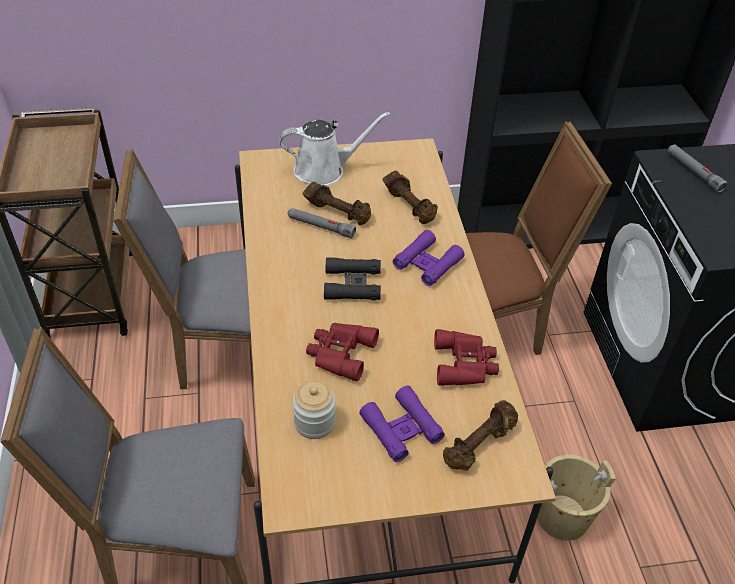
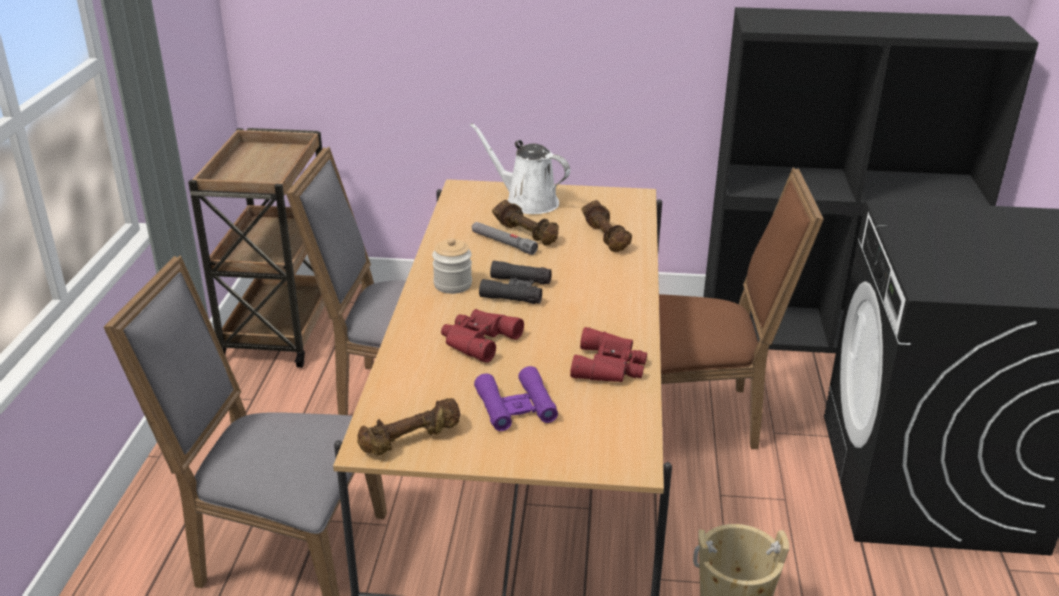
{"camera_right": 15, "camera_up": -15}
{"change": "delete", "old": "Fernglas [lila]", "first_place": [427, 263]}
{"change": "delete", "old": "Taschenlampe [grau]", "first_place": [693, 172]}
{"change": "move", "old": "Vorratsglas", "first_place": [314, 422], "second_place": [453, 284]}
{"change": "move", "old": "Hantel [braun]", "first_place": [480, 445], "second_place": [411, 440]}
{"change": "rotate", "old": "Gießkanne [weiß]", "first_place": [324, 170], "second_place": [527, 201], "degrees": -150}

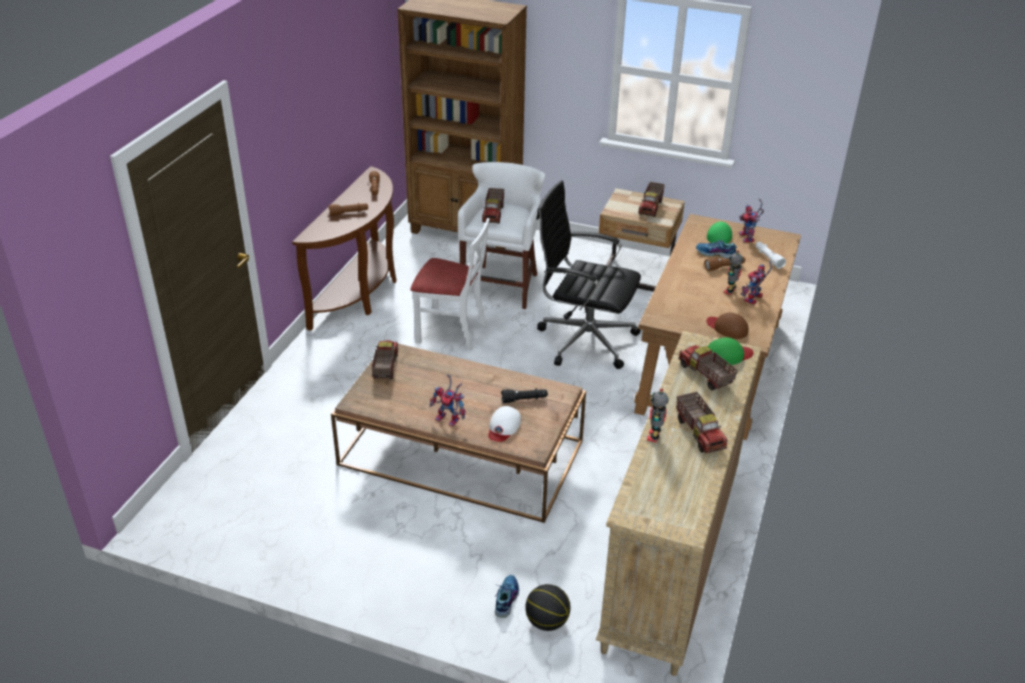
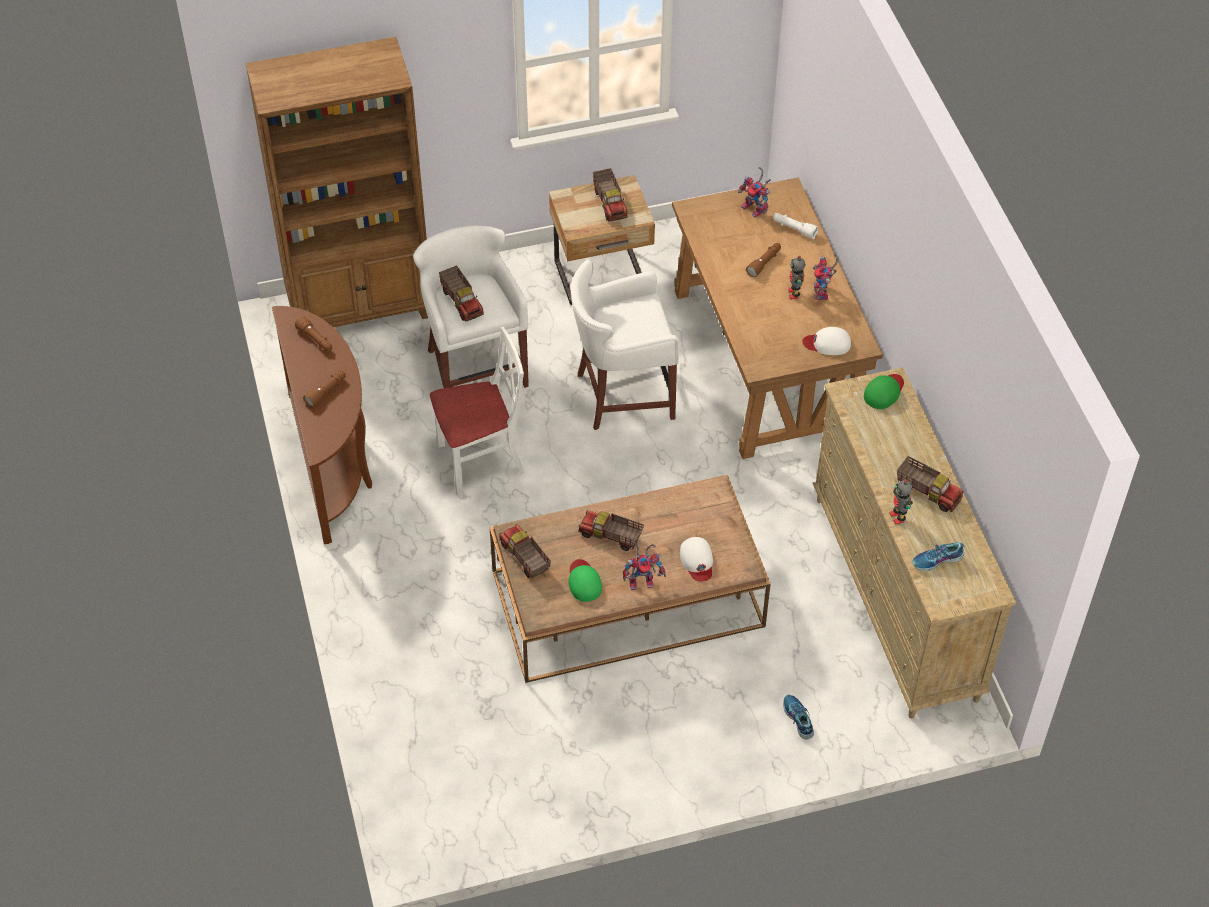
{"camera_right": -35, "camera_up": 15}
{"change": "delete", "old": "Taschenlampe [schwarz]", "first_place": [524, 399]}
{"change": "delete", "old": "Basketball", "first_place": [547, 621]}
{"change": "move", "old": "Spielzeuglaster", "first_place": [705, 375], "second_place": [610, 536]}
{"change": "move", "old": "Schuh", "first_place": [715, 254], "second_place": [937, 560]}
{"change": "move", "old": "Kappe [grün]", "first_place": [720, 235], "second_place": [584, 582]}
{"change": "replace", "old": "Bürostuhl [schwarz]", "new": "Hocker [weiß]", "first_place": [584, 339], "second_place": [622, 394]}
{"change": "recolor", "old": "Kappe [braun]", "new": "Kappe [weiß]", "first_place": [727, 328], "second_place": [827, 343]}

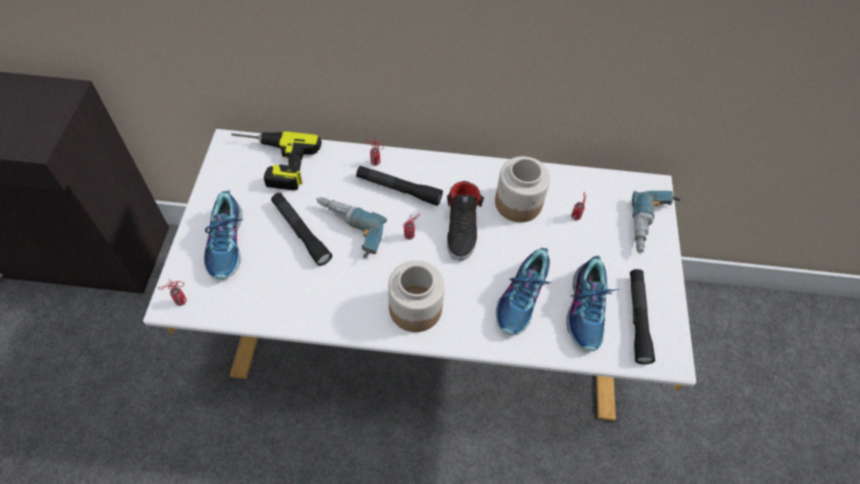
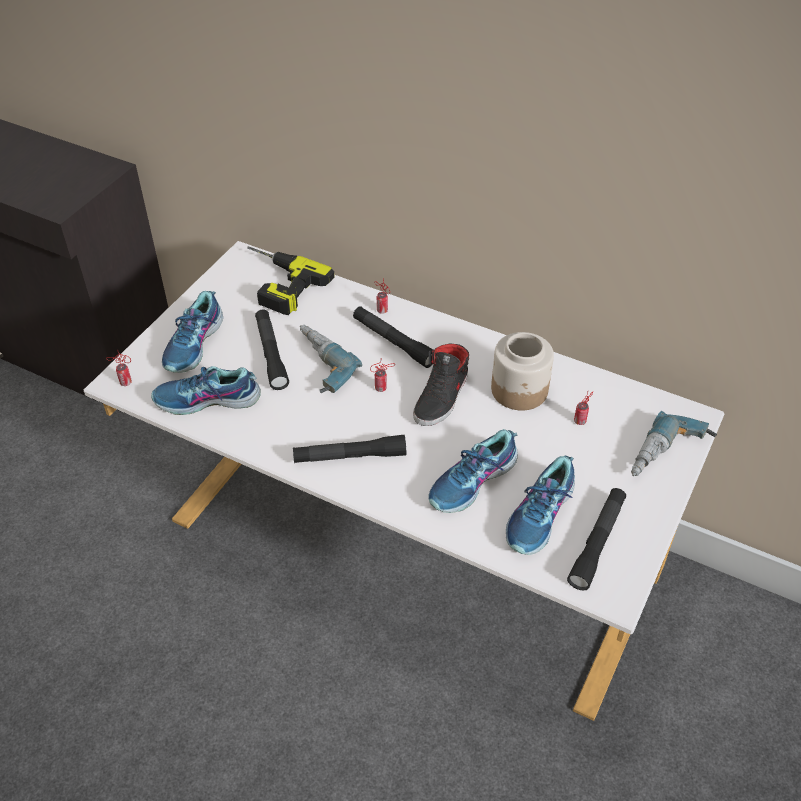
{"camera_right": 25, "camera_up": -10}
{"change": "insert", "new": "Schuh", "second_place": [207, 401]}
{"change": "replace", "old": "Vorratsglas", "new": "Taschenlampe [schwarz]", "first_place": [414, 308], "second_place": [350, 456]}

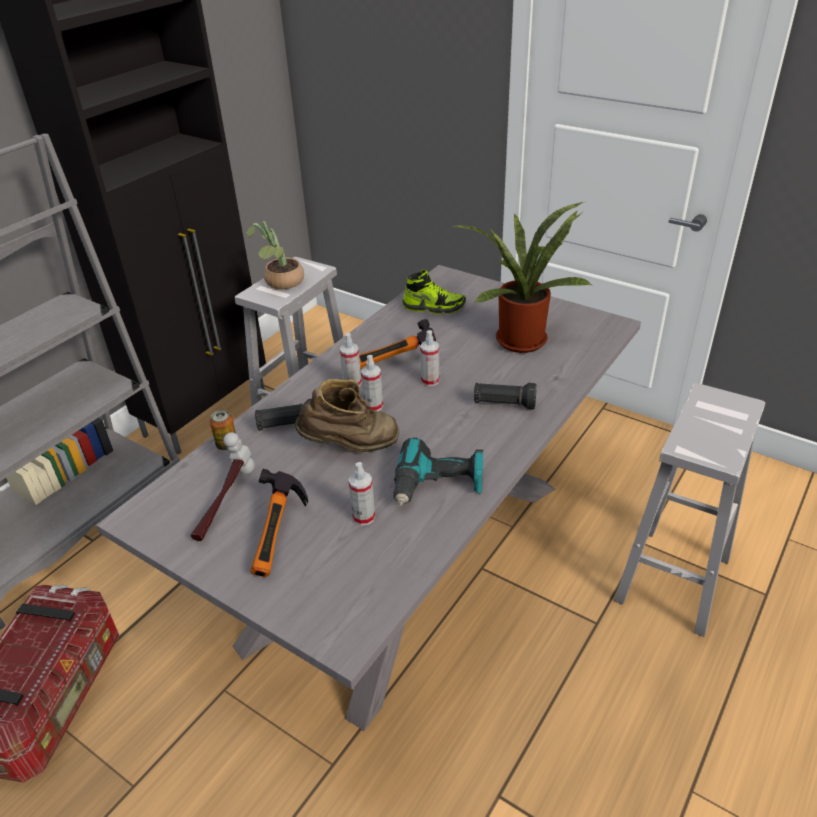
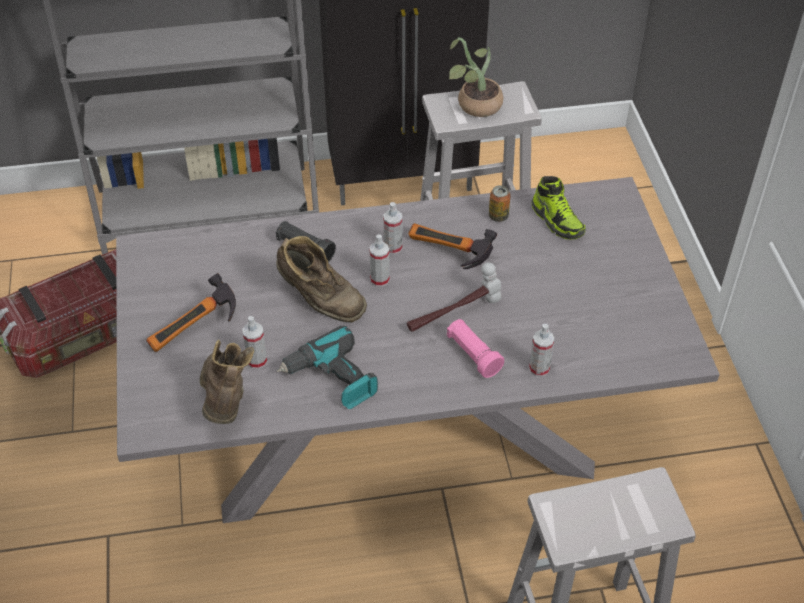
{"camera_right": 45, "camera_up": 10}
{"change": "delete", "old": "Topfpflanze", "first_place": [521, 337]}
{"change": "insert", "new": "Stiefel [braun]", "second_place": [226, 402]}
{"change": "move", "old": "Hammer", "first_place": [224, 502], "second_place": [454, 313]}
{"change": "move", "old": "Dose", "first_place": [227, 445], "second_place": [498, 216]}
{"change": "move", "old": "Sprühflasche", "first_place": [430, 381], "second_place": [539, 368]}
{"change": "recolor", "old": "Taschenlampe [schwarz]", "new": "Taschenlampe [rosa]", "first_place": [504, 404], "second_place": [473, 355]}

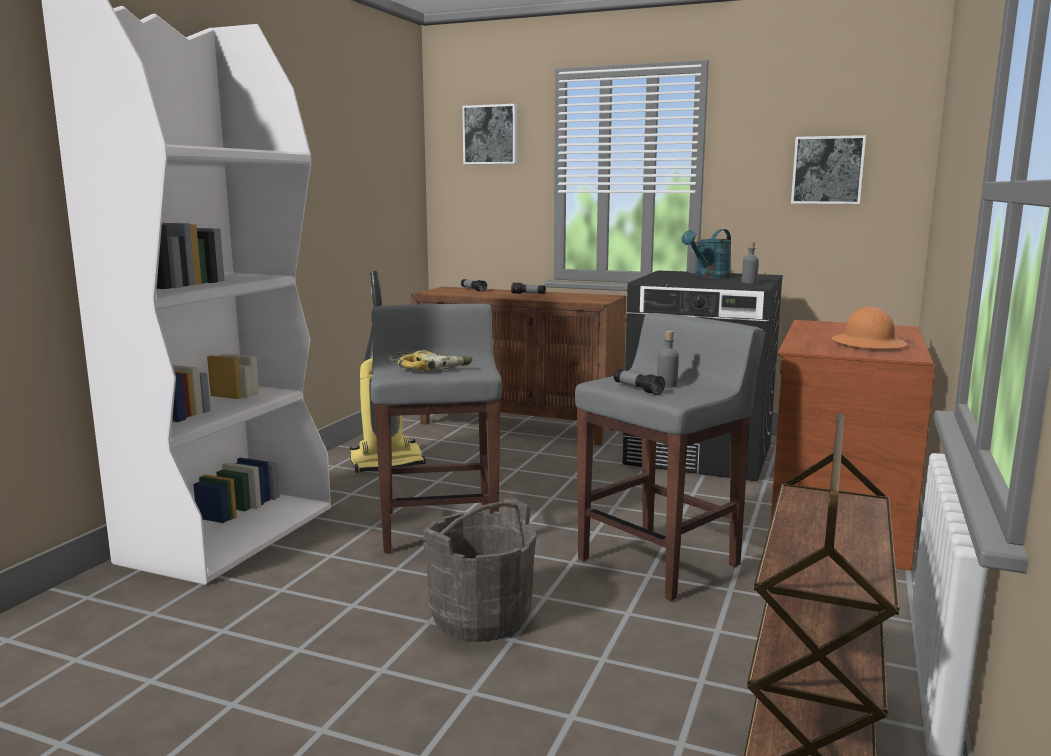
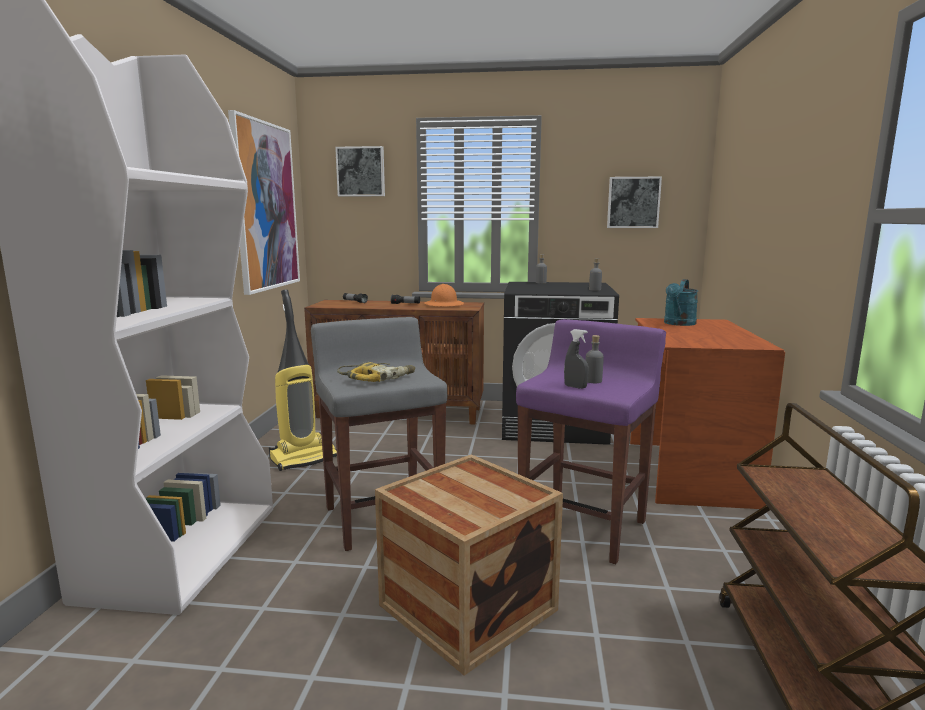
{"camera_right": -15, "camera_up": 0}
{"change": "insert", "new": "Bild", "second_place": [265, 206]}
{"change": "move", "old": "Gießkanne [türkis]", "first_place": [709, 277], "second_place": [678, 324]}
{"change": "move", "old": "Schutzhelm [orange]", "first_place": [868, 344], "second_place": [444, 305]}
{"change": "replace", "old": "Eimer [grau]", "new": "Kiste", "first_place": [480, 617], "second_place": [467, 607]}
{"change": "replace", "old": "Taschenlampe", "new": "Sprühflasche [grau]", "first_place": [637, 389], "second_place": [575, 387]}
{"change": "recolor", "old": "Hocker [grau]", "new": "Hocker [lila]", "first_place": [660, 561], "second_place": [584, 527]}

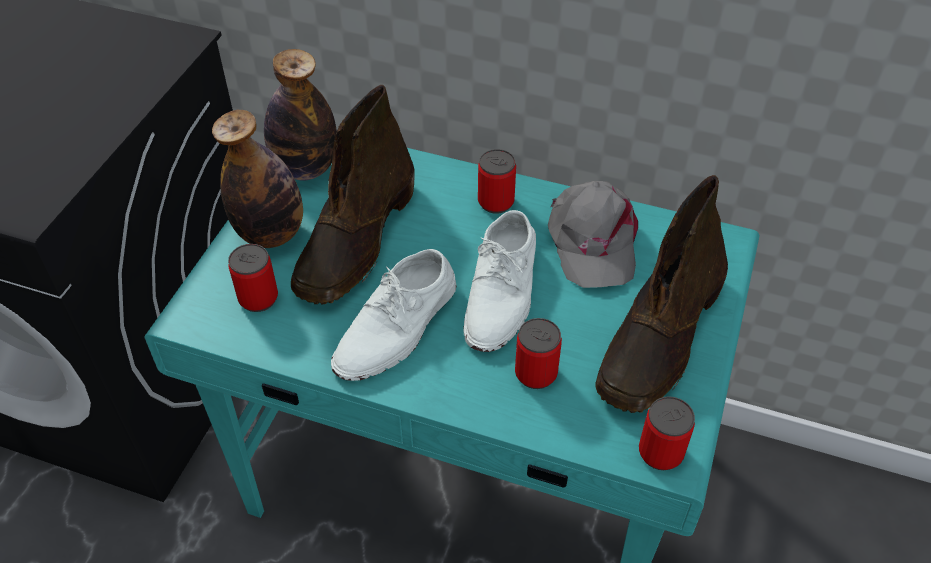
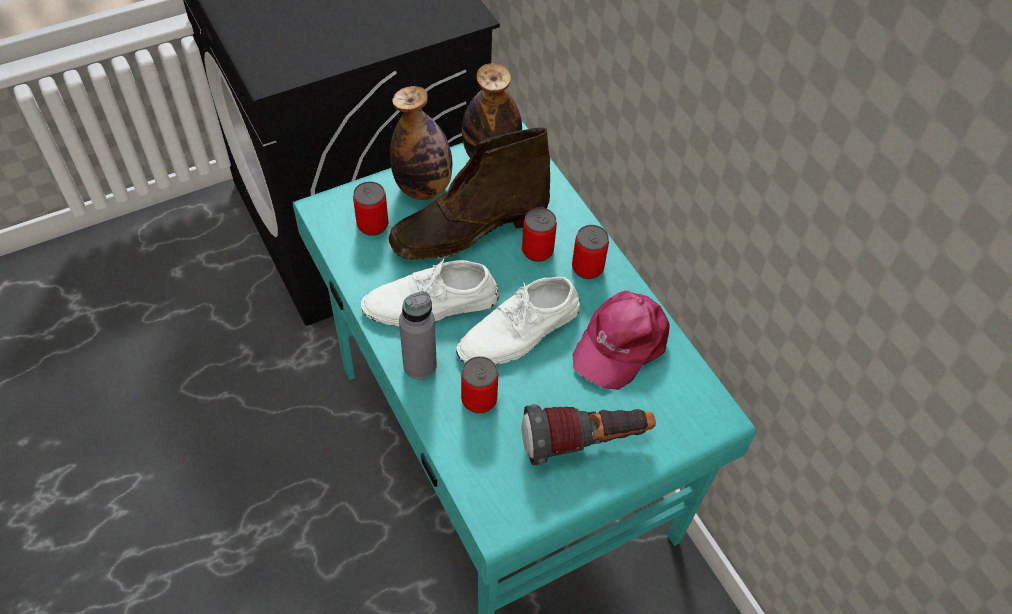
{"camera_right": 40, "camera_up": 5}
{"change": "insert", "new": "Flasche [grau]", "second_place": [420, 365]}
{"change": "move", "old": "Dose", "first_place": [660, 452], "second_place": [537, 250]}
{"change": "replace", "old": "Stiefel [braun]", "new": "Taschenlampe", "first_place": [659, 338], "second_place": [585, 442]}
{"change": "recolor", "old": "Kappe [grau]", "new": "Kappe [rosa]", "first_place": [592, 241], "second_place": [621, 343]}

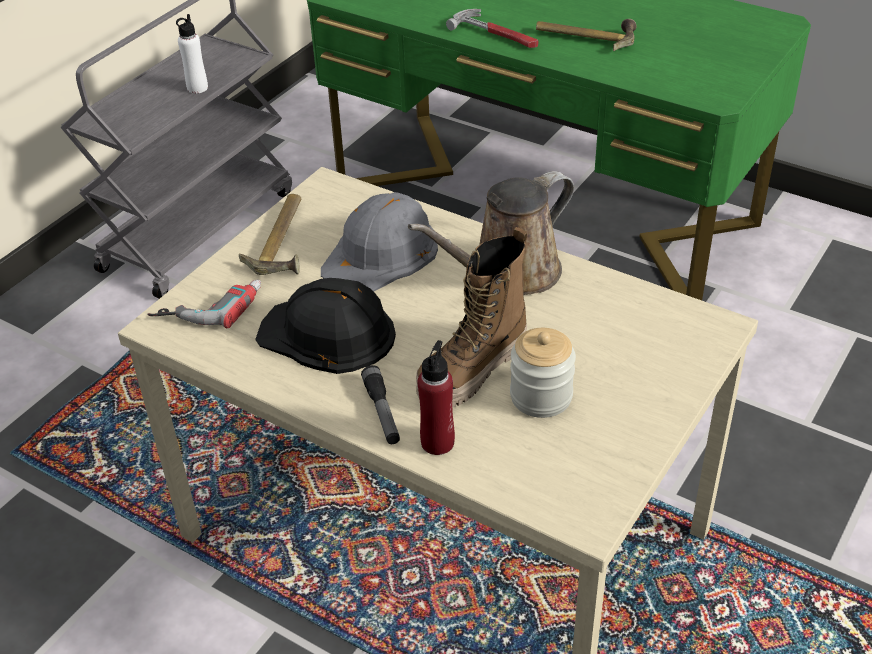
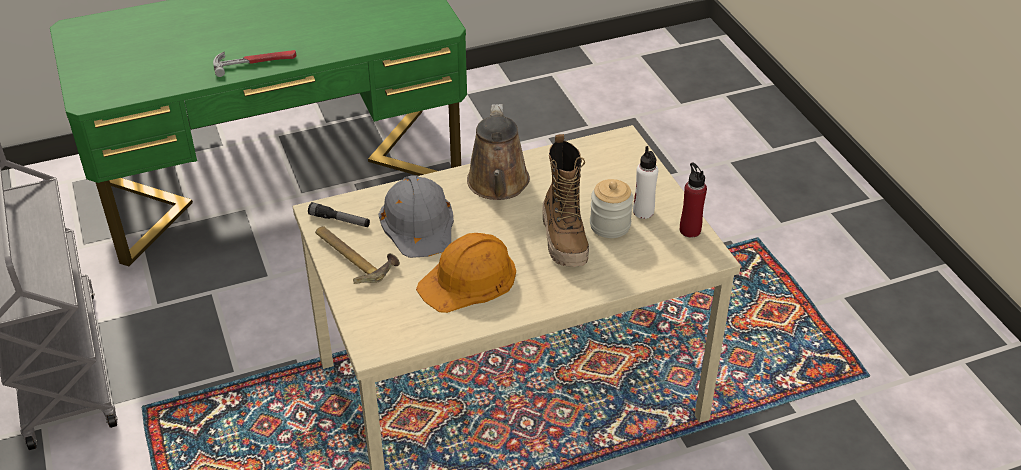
{"camera_right": -55, "camera_up": 0}
{"change": "delete", "old": "Bohrmaschine", "first_place": [208, 305]}
{"change": "delete", "old": "Hammer", "first_place": [585, 36]}
{"change": "move", "old": "Flasche [weiß]", "first_place": [197, 88], "second_place": [643, 212]}
{"change": "move", "old": "Taschenlampe", "first_place": [382, 412], "second_place": [339, 220]}
{"change": "move", "old": "Flasche [rot]", "first_place": [437, 442], "second_place": [690, 230]}
{"change": "recolor", "old": "Schutzhelm [schwarz]", "new": "Schutzhelm [orange]", "first_place": [328, 334], "second_place": [469, 279]}

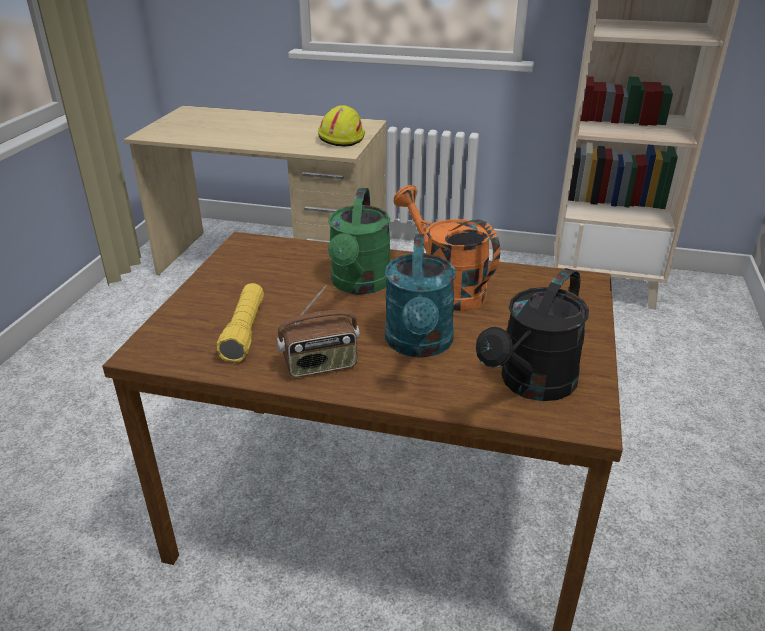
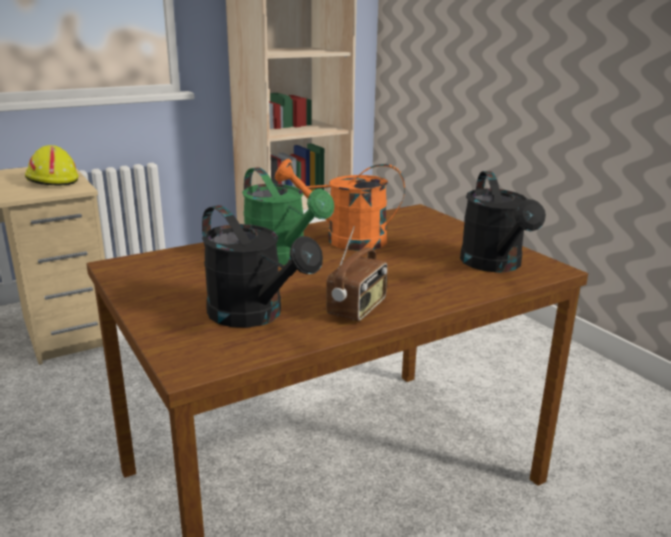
{"camera_right": -45, "camera_up": -10}
{"change": "delete", "old": "Gießkanne [türkis]", "first_place": [419, 345]}
{"change": "replace", "old": "Taschenlampe [gelb]", "new": "Gießkanne [schwarz]", "first_place": [244, 331], "second_place": [254, 315]}

